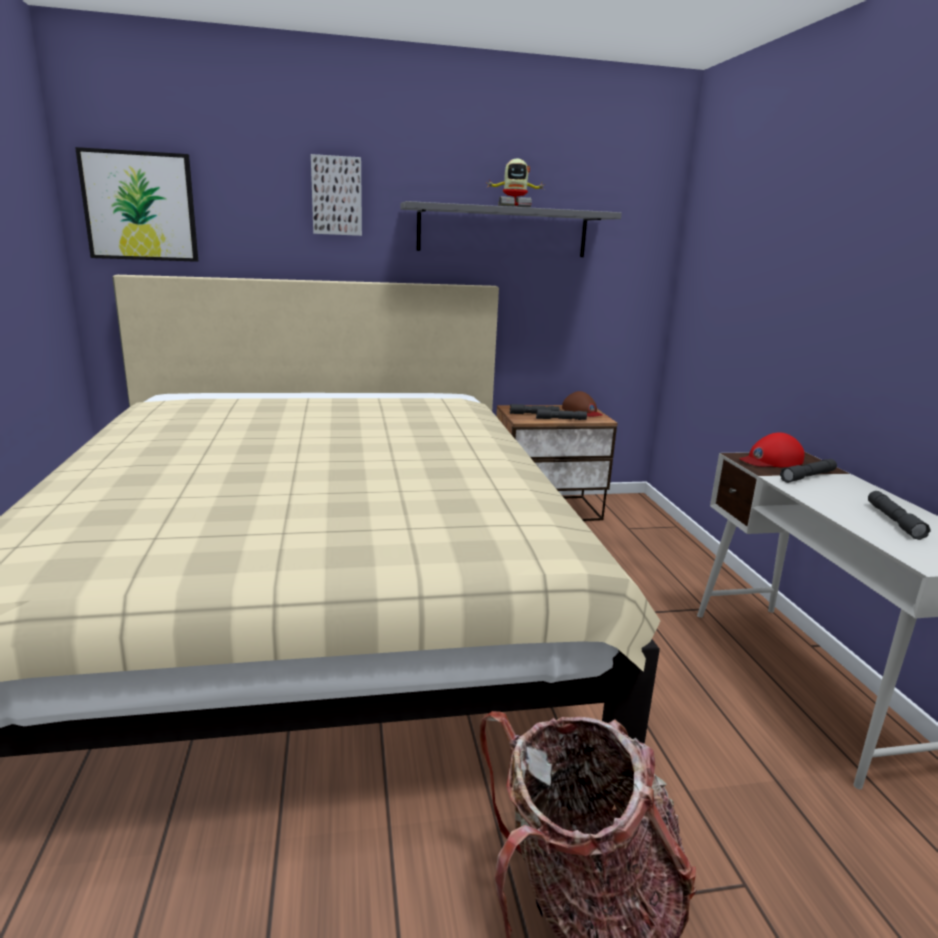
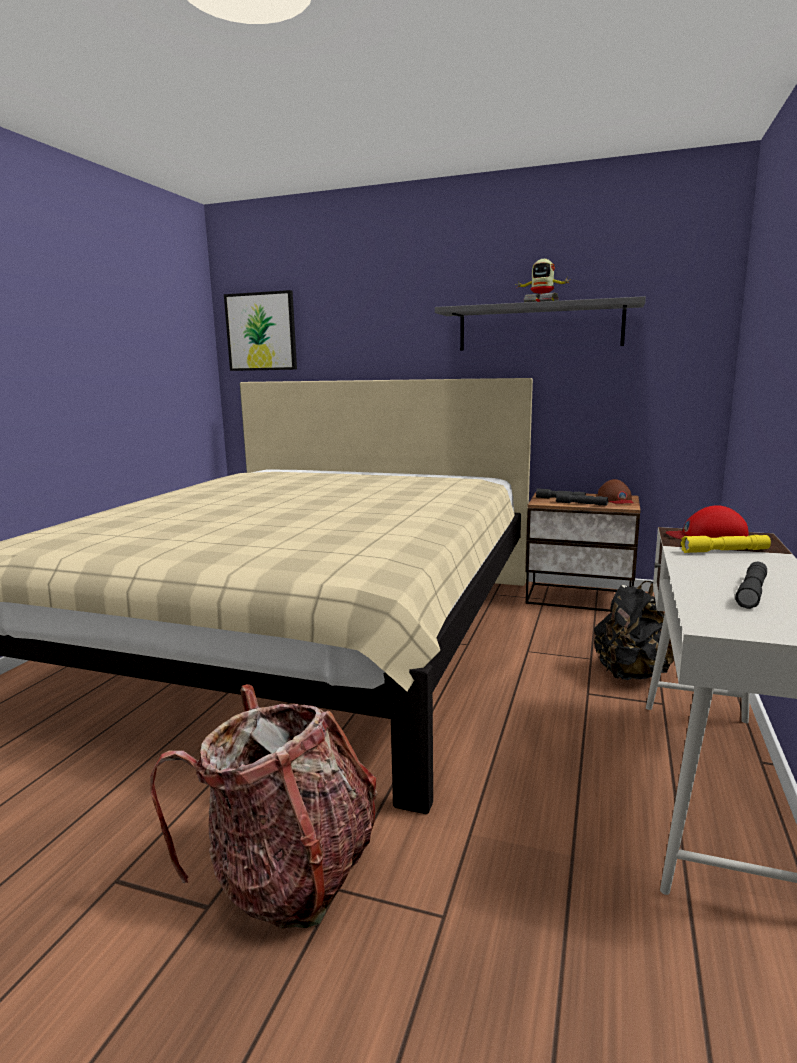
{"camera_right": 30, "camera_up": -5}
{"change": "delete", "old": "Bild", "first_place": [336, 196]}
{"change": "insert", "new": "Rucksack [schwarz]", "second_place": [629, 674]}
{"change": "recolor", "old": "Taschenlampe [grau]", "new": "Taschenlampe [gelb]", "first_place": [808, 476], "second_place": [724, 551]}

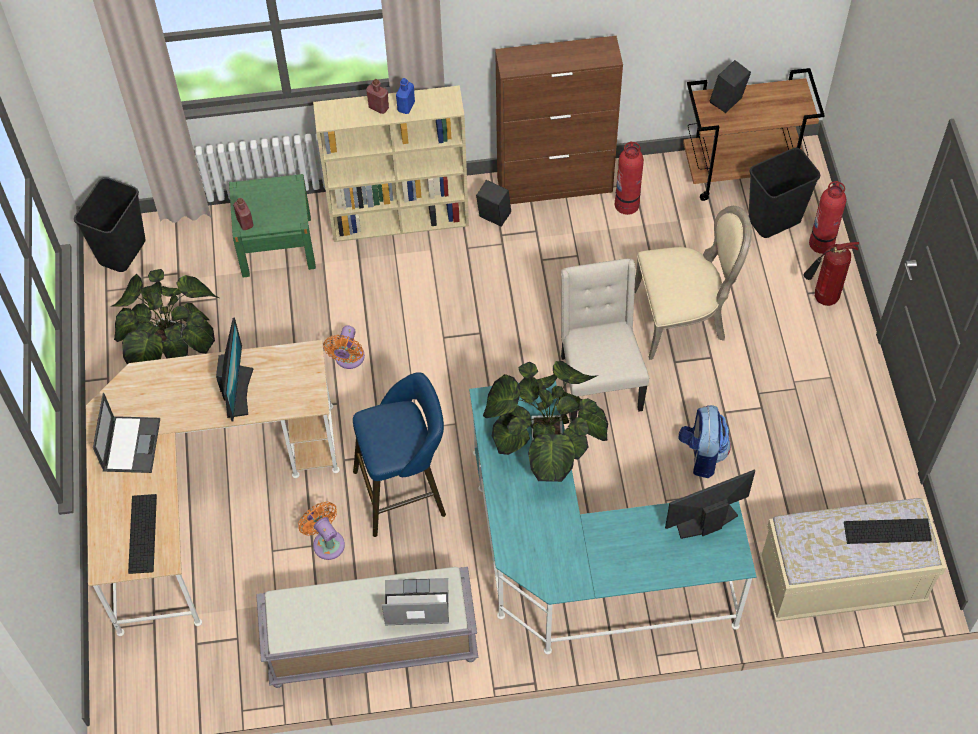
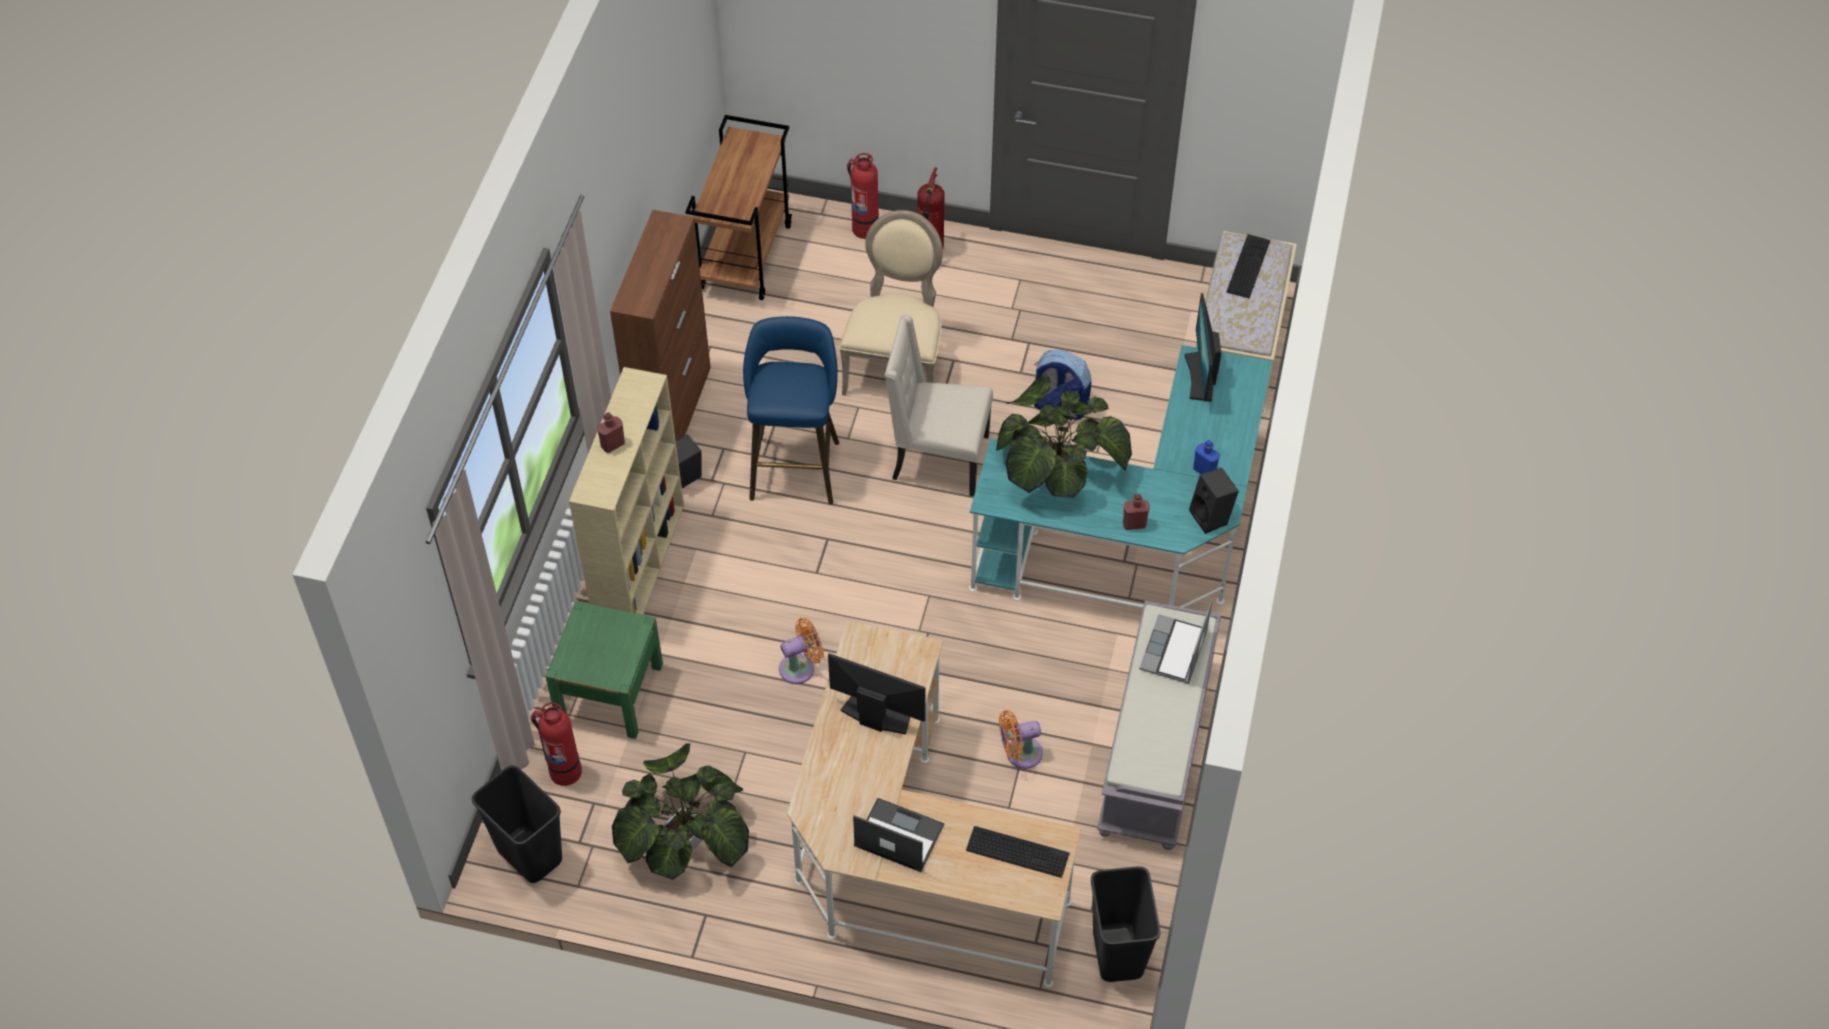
{"camera_right": -70, "camera_up": -5}
{"change": "move", "old": "Flasche [rot]", "first_place": [245, 223], "second_place": [1134, 524]}
{"change": "move", "old": "Hocker [blau]", "first_place": [405, 491], "second_place": [795, 465]}
{"change": "move", "old": "Flasche [blau]", "first_place": [406, 106], "second_place": [1204, 470]}
{"change": "move", "old": "Feuerlöscher", "first_place": [627, 203], "second_place": [565, 771]}
{"change": "move", "old": "Lautsprecher [schwarz]", "first_place": [727, 103], "second_place": [1212, 517]}
{"change": "move", "old": "Mülleimer [schwarz]", "first_place": [774, 221], "second_place": [1119, 953]}
{"change": "rotate", "old": "Ventilator [orange]", "first_place": [348, 359], "second_place": [800, 667], "degrees": -60}

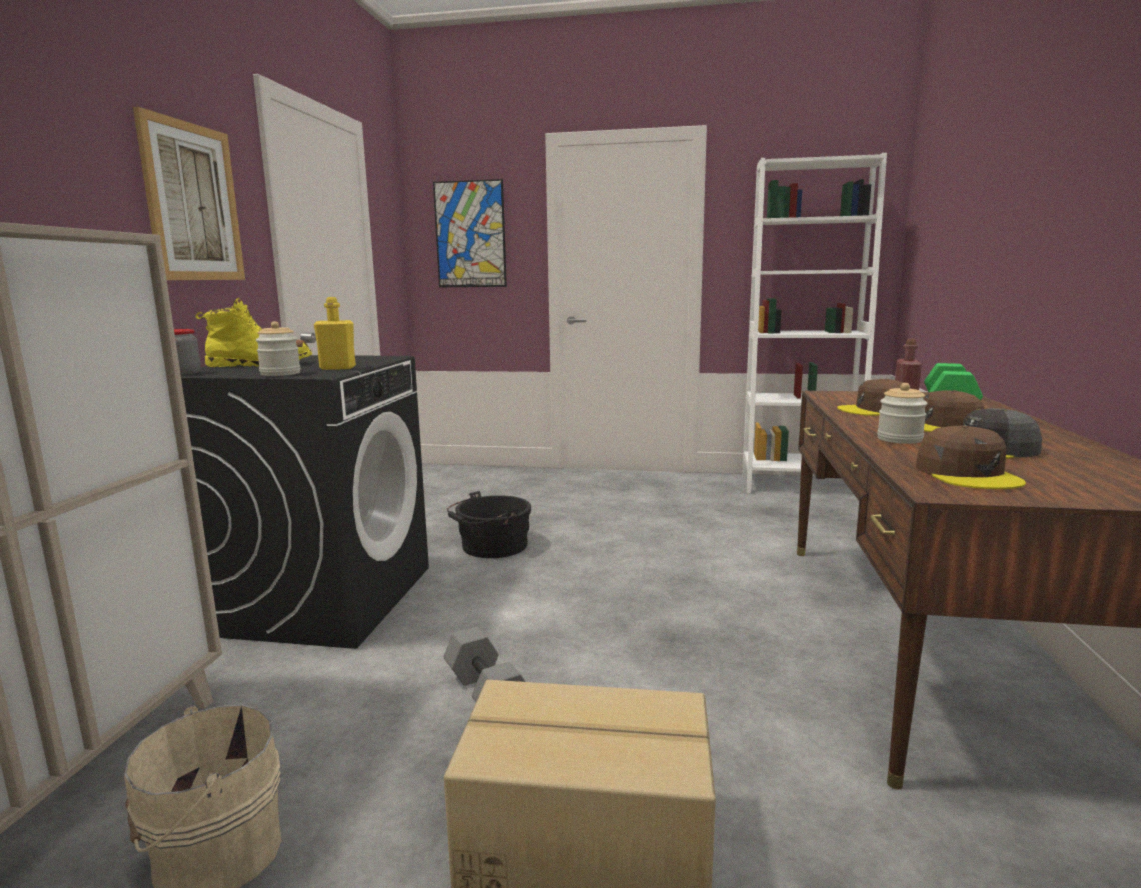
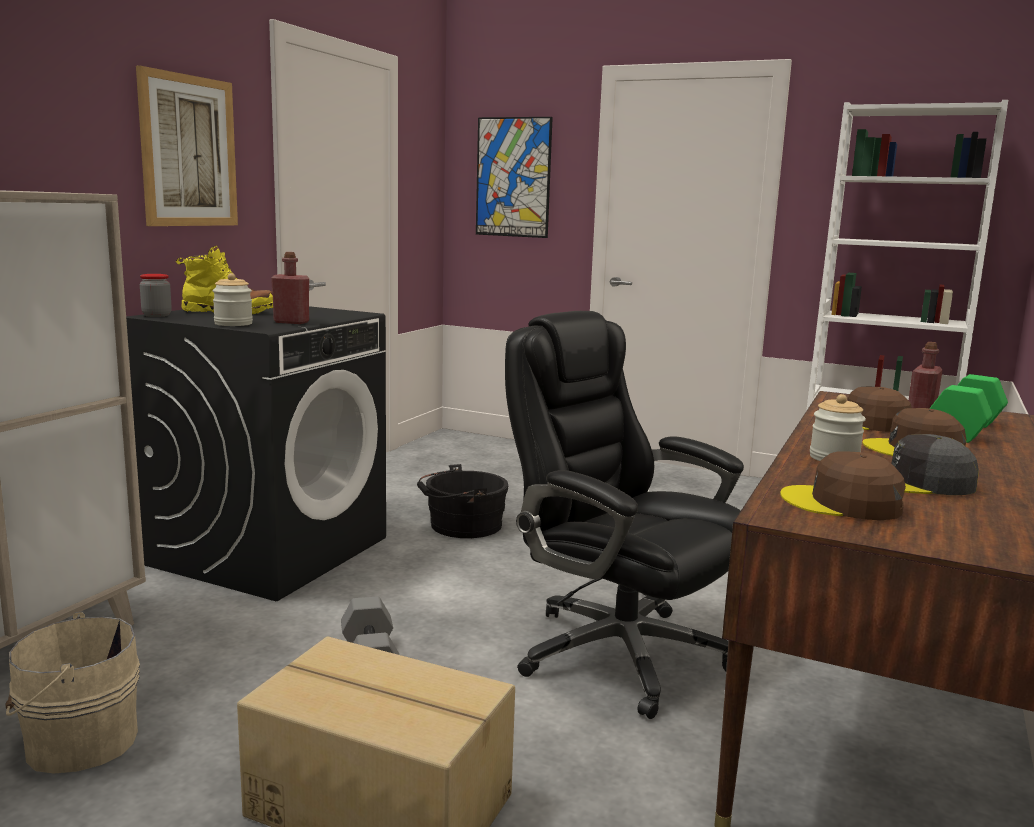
{"camera_right": 15, "camera_up": 0}
{"change": "insert", "new": "Bürostuhl [schwarz]", "second_place": [617, 652]}
{"change": "recolor", "old": "Flasche [gelb]", "new": "Flasche [rot]", "first_place": [337, 368], "second_place": [291, 322]}
{"change": "rotate", "old": "Kappe [braun]", "first_place": [968, 474], "second_place": [842, 503], "degrees": 105}

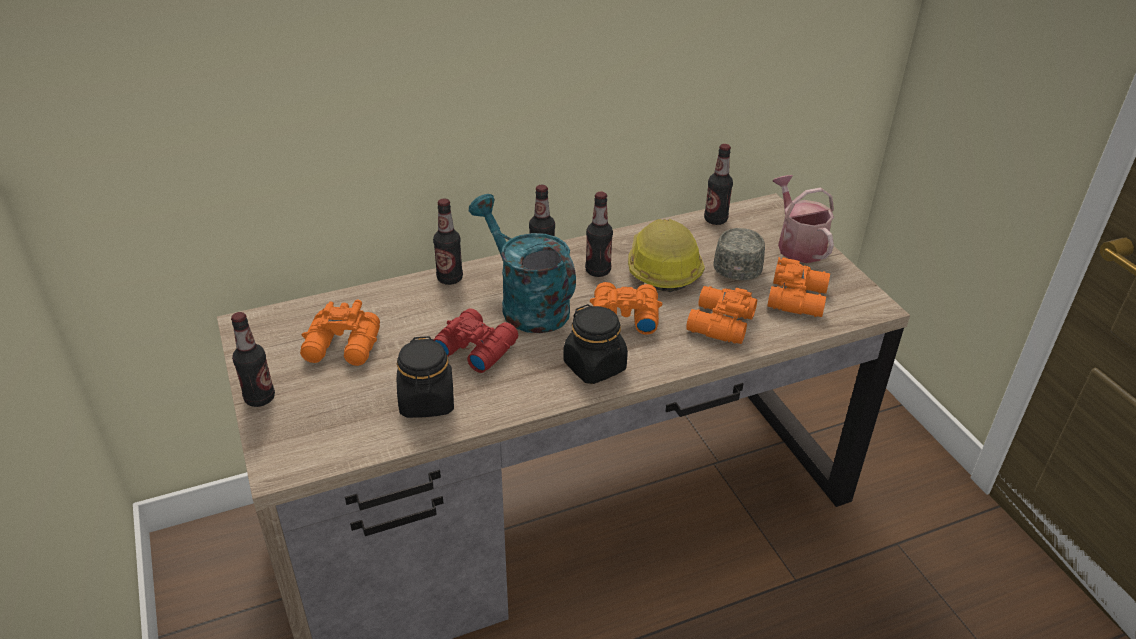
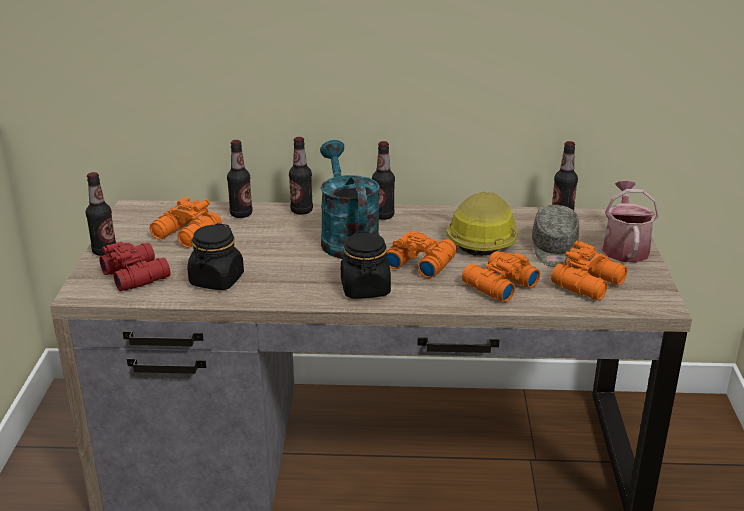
{"camera_right": 25, "camera_up": -10}
{"change": "move", "old": "Fernglas [rot]", "first_place": [475, 347], "second_place": [137, 274]}
{"change": "move", "old": "Flasche", "first_place": [598, 271], "second_place": [241, 214]}
{"change": "rotate", "old": "Kappe [grau]", "first_place": [738, 264], "second_place": [554, 249], "degrees": 150}

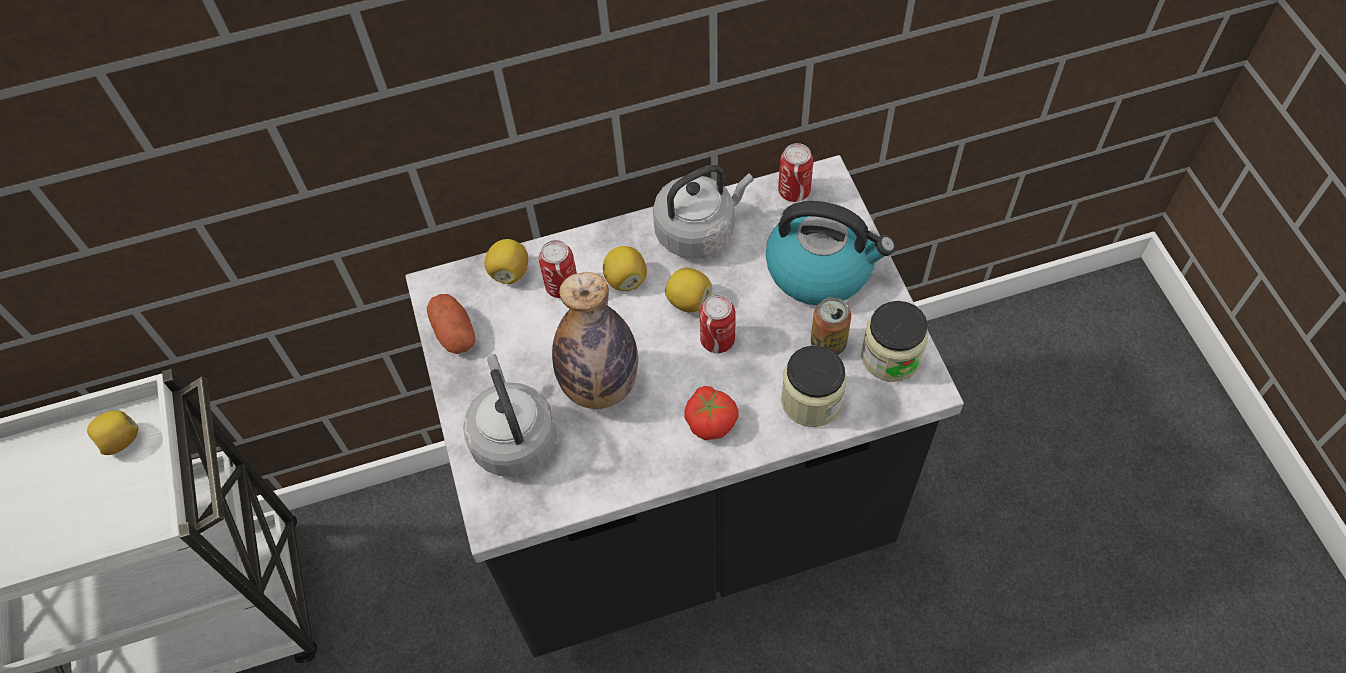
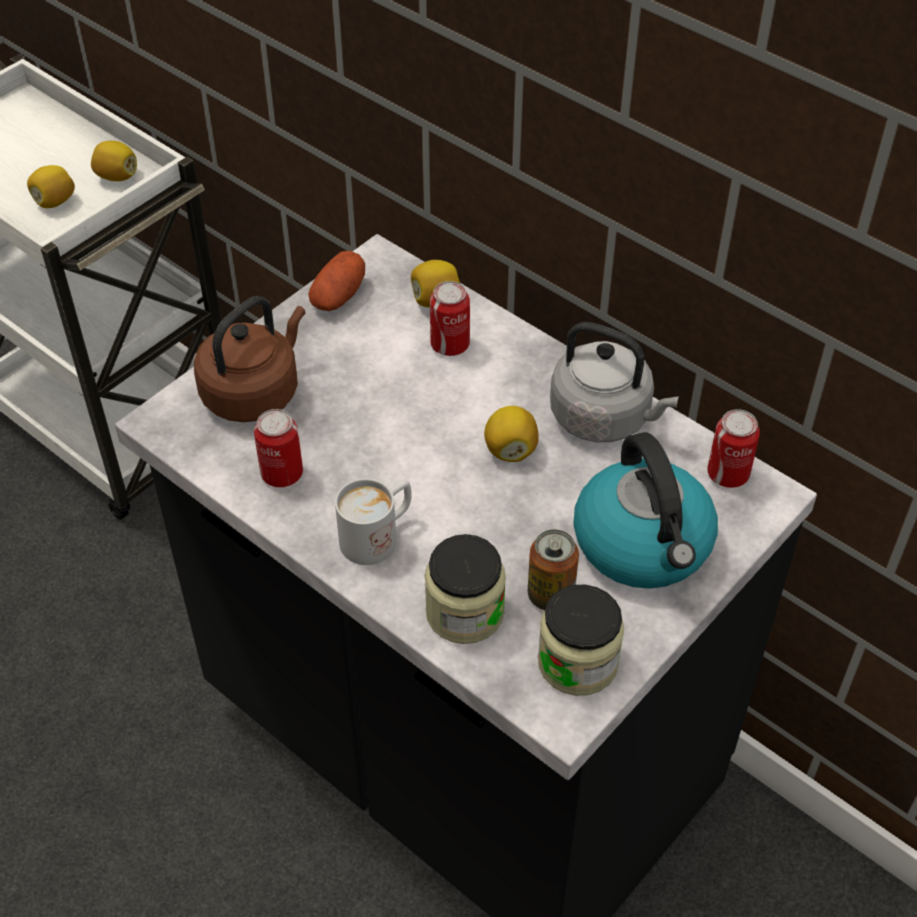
{"camera_right": 55, "camera_up": -10}
{"change": "delete", "old": "Flasche", "first_place": [600, 385]}
{"change": "move", "old": "Zitrone", "first_place": [625, 279], "second_place": [54, 201]}
{"change": "move", "old": "Dose", "first_place": [717, 340], "second_place": [282, 474]}
{"change": "replace", "old": "Tomate", "new": "Henkelbecher [weiß]", "first_place": [711, 420], "second_place": [378, 535]}
{"change": "recolor", "old": "Wasserkessel [grau]", "new": "Wasserkessel [braun]", "first_place": [513, 437], "second_place": [254, 392]}

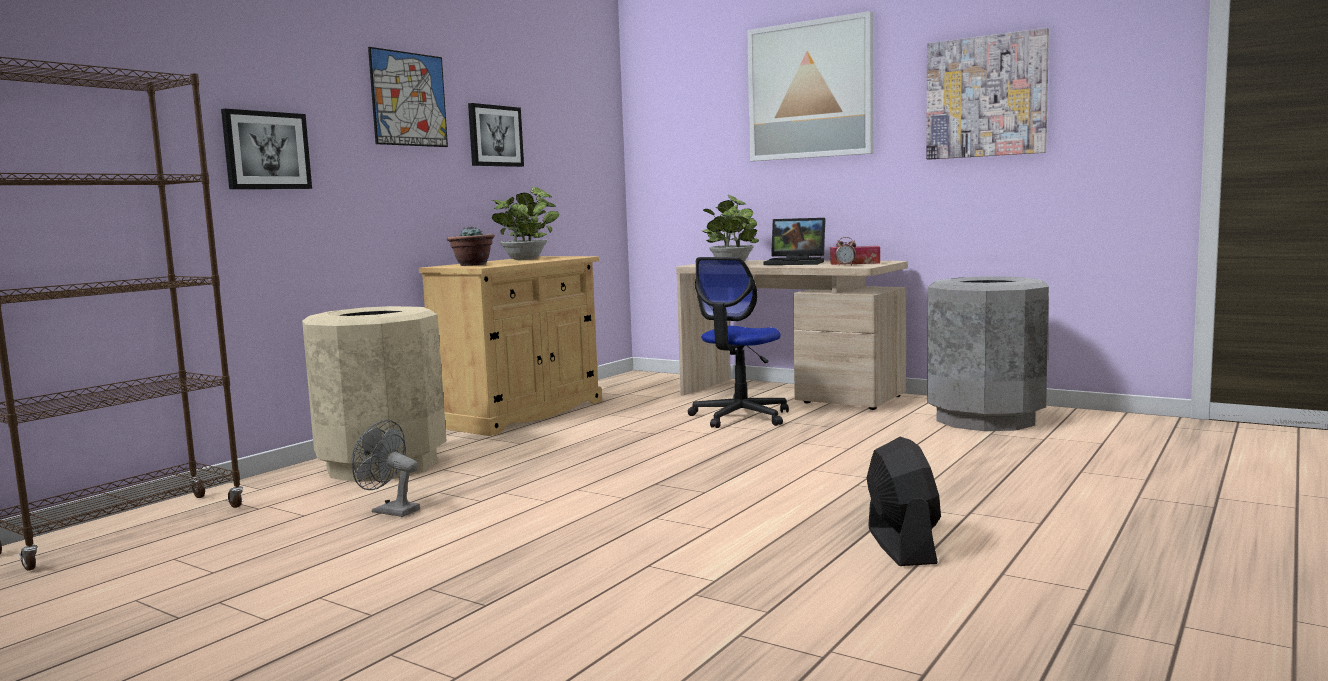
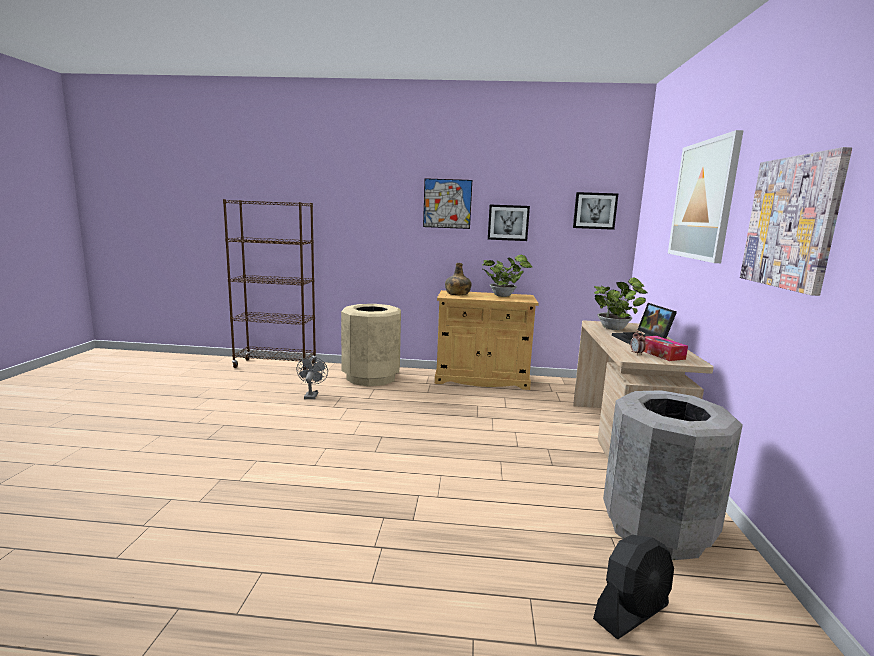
{"camera_right": 60, "camera_up": 5}
{"change": "delete", "old": "Bürostuhl", "first_place": [740, 417]}
{"change": "move", "old": "Bild", "first_place": [266, 150], "second_place": [594, 210]}
{"change": "move", "old": "Ventilator [schwarz]", "first_place": [901, 546], "second_place": [631, 612]}
{"change": "replace", "old": "Topfpflanze", "new": "Flasche [grün]", "first_place": [472, 265], "second_place": [457, 294]}

